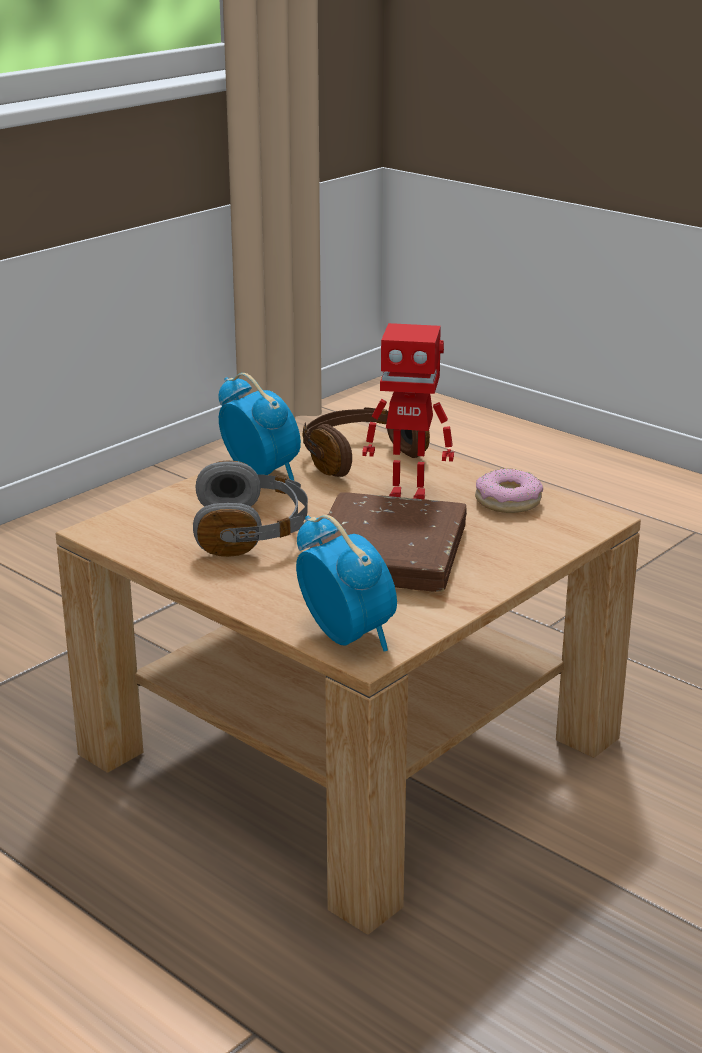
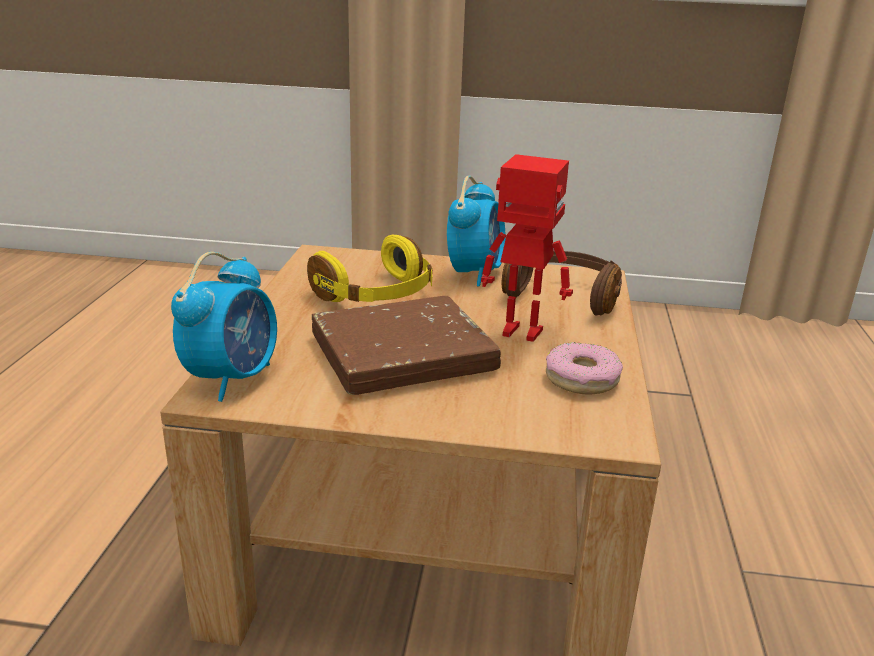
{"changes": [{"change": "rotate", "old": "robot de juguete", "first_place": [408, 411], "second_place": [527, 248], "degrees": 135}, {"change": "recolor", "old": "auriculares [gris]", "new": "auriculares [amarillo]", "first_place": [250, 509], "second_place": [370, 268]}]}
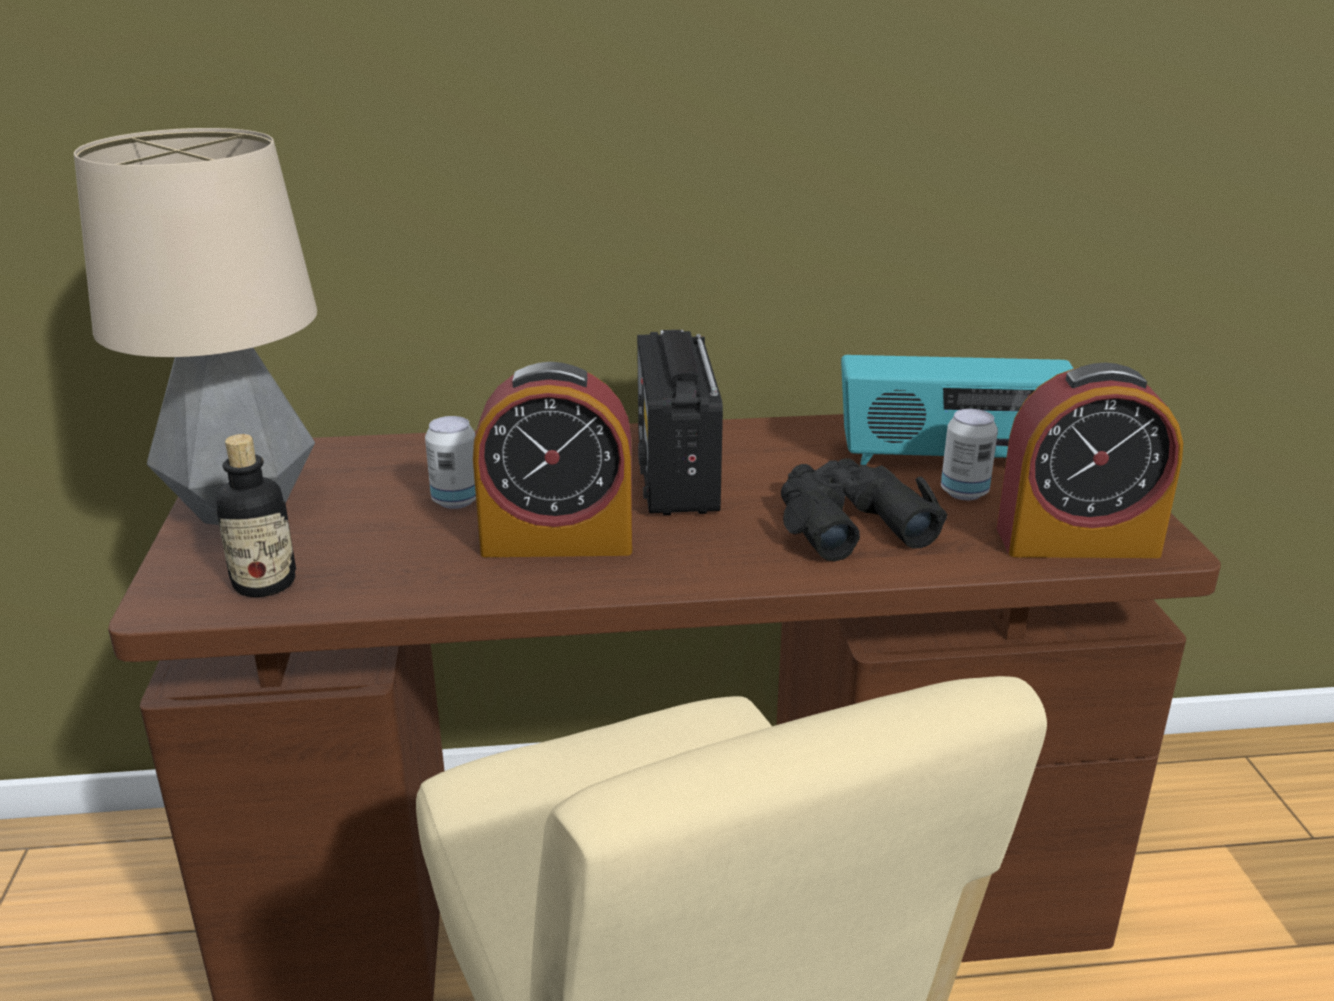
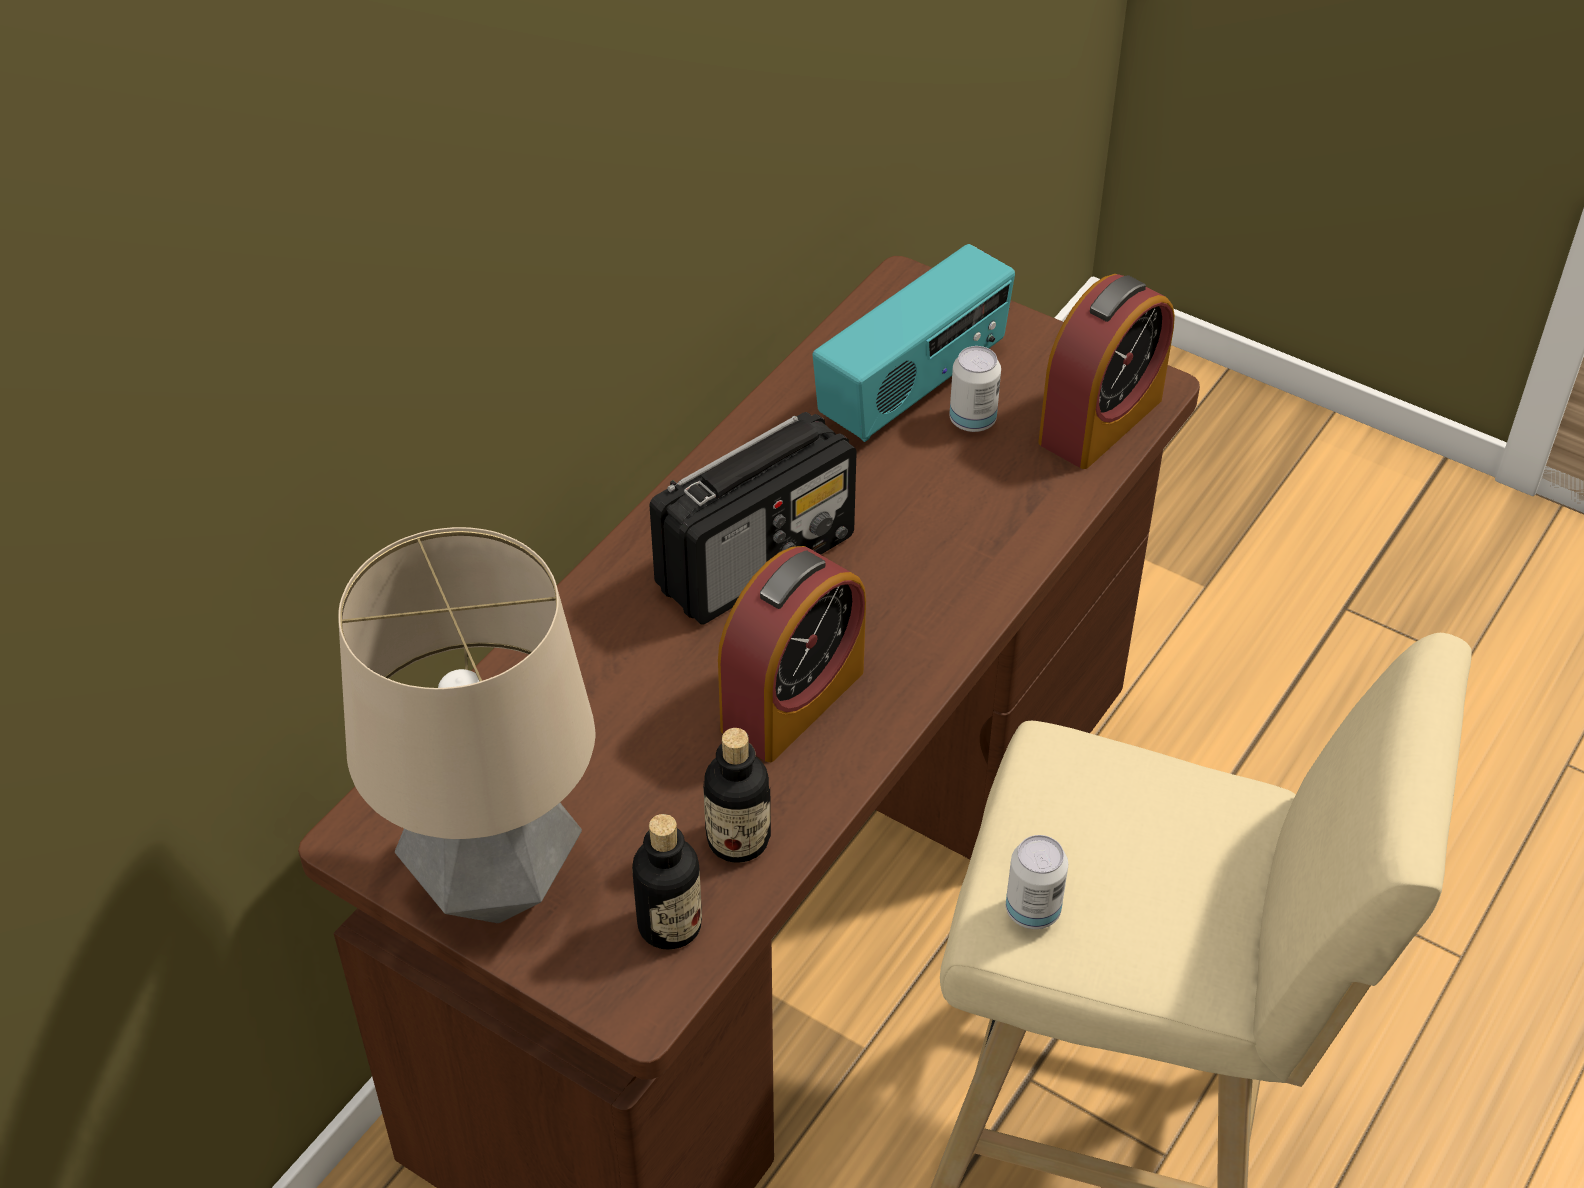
{"changes": [{"change": "rotate", "old": "radio", "first_place": [680, 422], "second_place": [753, 518], "degrees": -75}, {"change": "move", "old": "lata", "first_place": [450, 462], "second_place": [1037, 882]}, {"change": "delete", "old": "prismáticos [negro]", "first_place": [864, 509]}, {"change": "insert", "new": "botella", "second_place": [737, 795]}]}
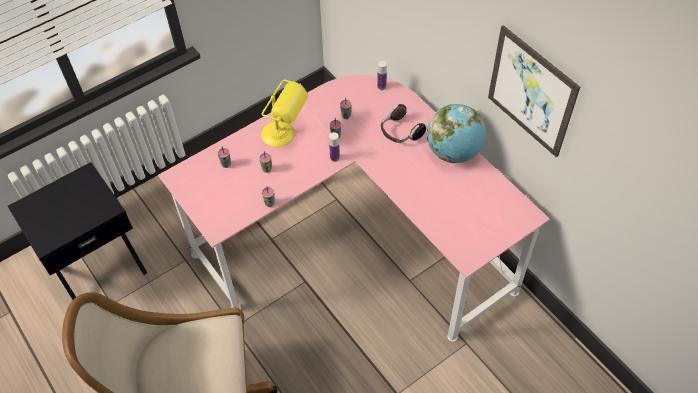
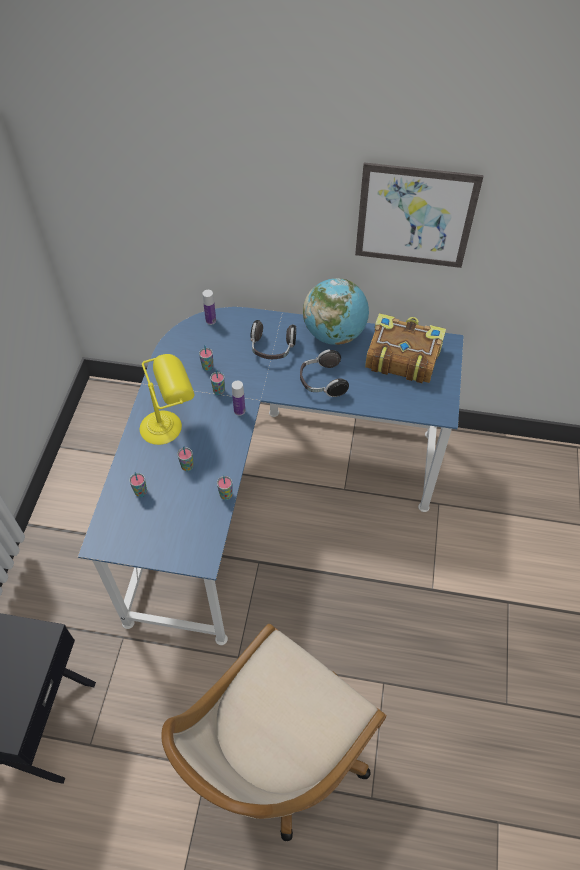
{"changes": [{"change": "recolor", "old": "escritorio [rosa]", "new": "escritorio [azul]", "first_place": [354, 208], "second_place": [271, 476]}, {"change": "insert", "new": "libro", "second_place": [405, 348]}, {"change": "insert", "new": "auriculares", "second_place": [324, 373]}]}
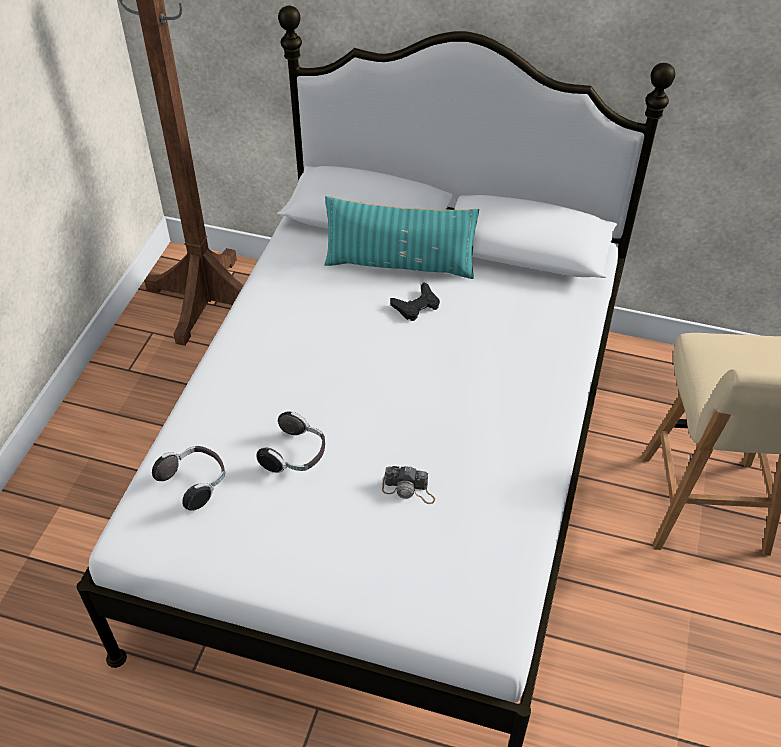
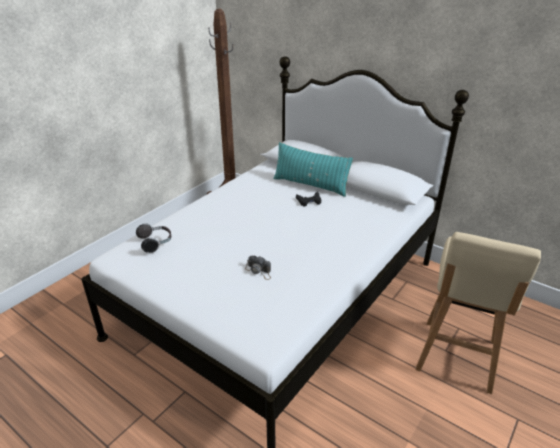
{"changes": [{"change": "delete", "old": "auriculares", "first_place": [290, 442]}]}
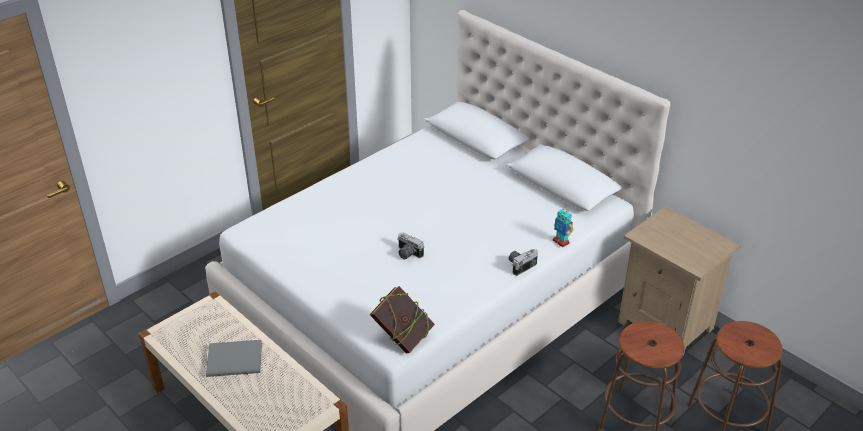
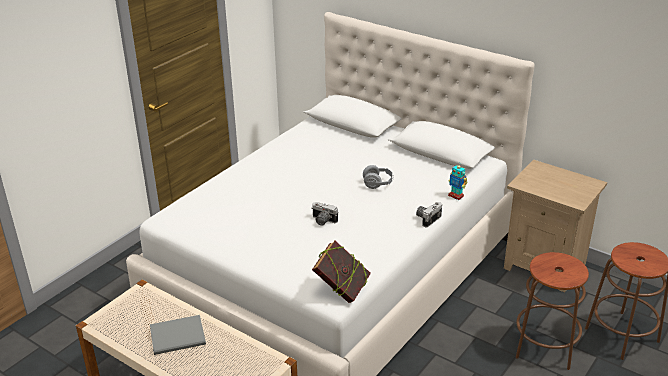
{"changes": [{"change": "insert", "new": "auriculares [gris]", "second_place": [378, 177]}]}
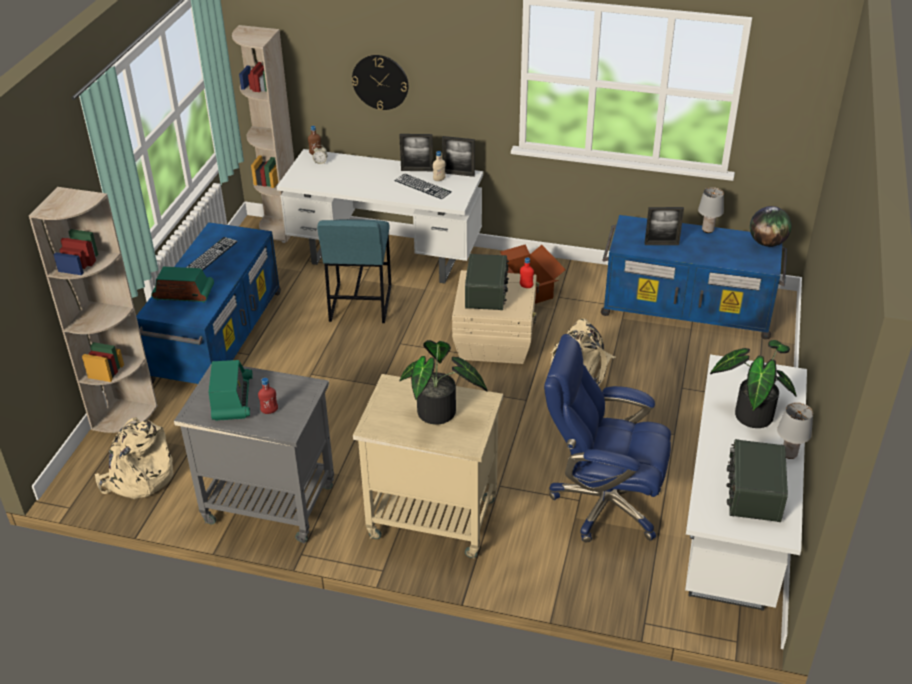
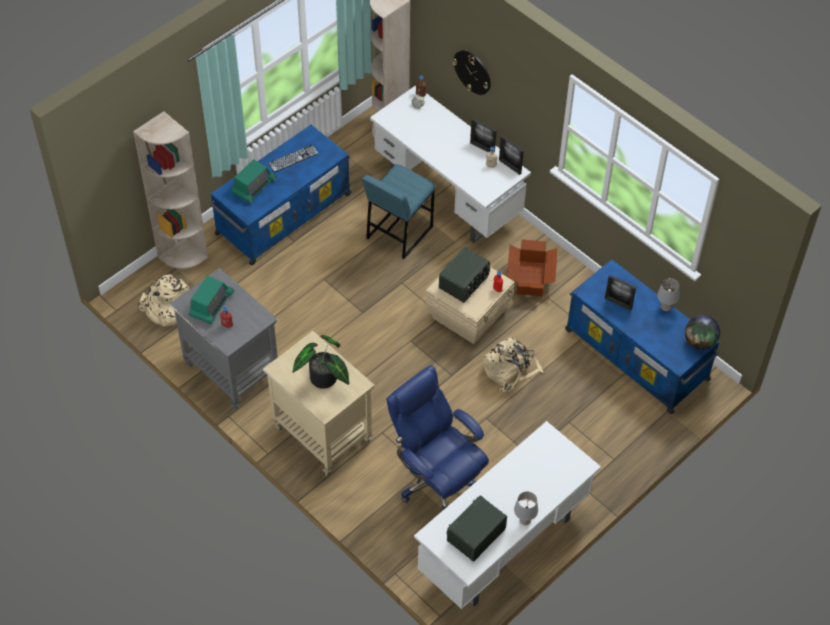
{"changes": [{"change": "delete", "old": "teclado", "first_place": [422, 186]}, {"change": "rotate", "old": "radio", "first_place": [182, 285], "second_place": [254, 181], "degrees": 90}, {"change": "delete", "old": "planta en maceta", "first_place": [753, 384]}]}
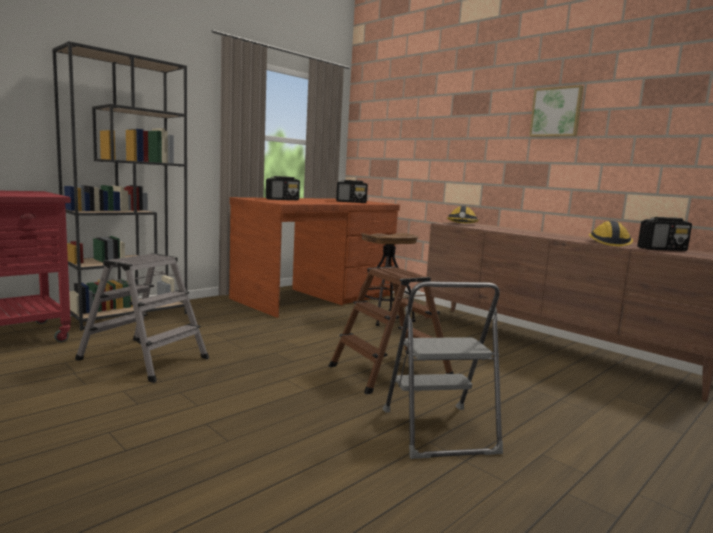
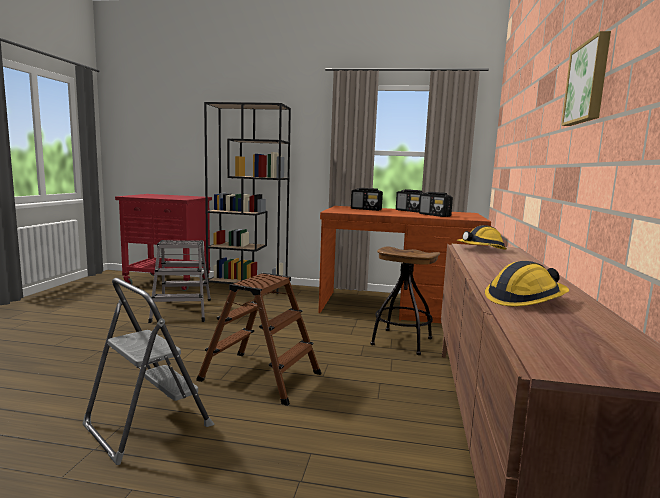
{"changes": [{"change": "move", "old": "radio", "first_place": [664, 234], "second_place": [410, 201]}]}
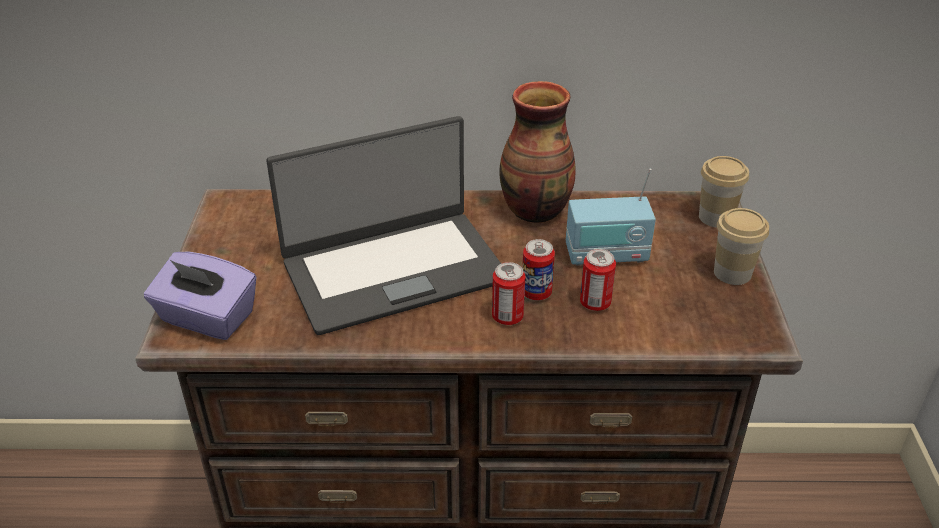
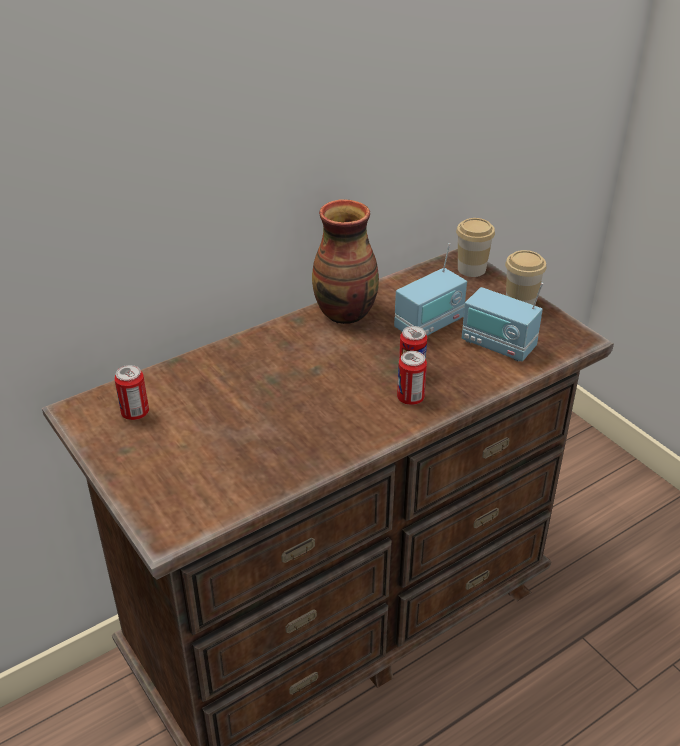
{"changes": [{"change": "delete", "old": "portátil", "first_place": [383, 225]}, {"change": "move", "old": "lata", "first_place": [598, 280], "second_place": [131, 392]}, {"change": "delete", "old": "caja de pañuelos [morado]", "first_place": [200, 295]}, {"change": "insert", "new": "radio", "second_place": [502, 322]}]}
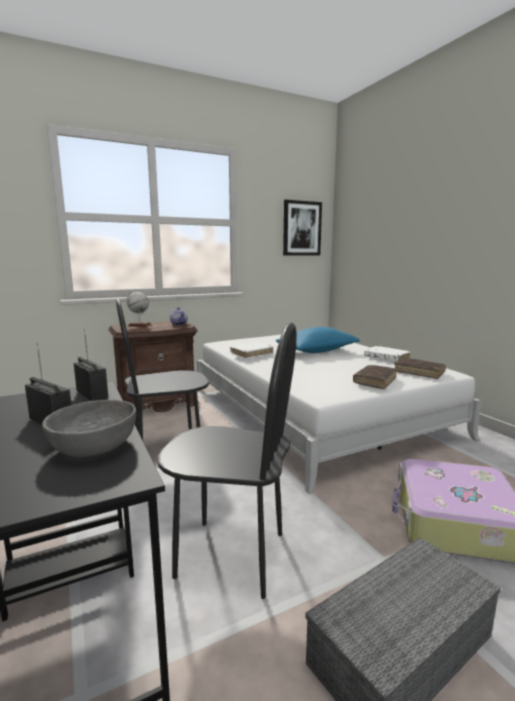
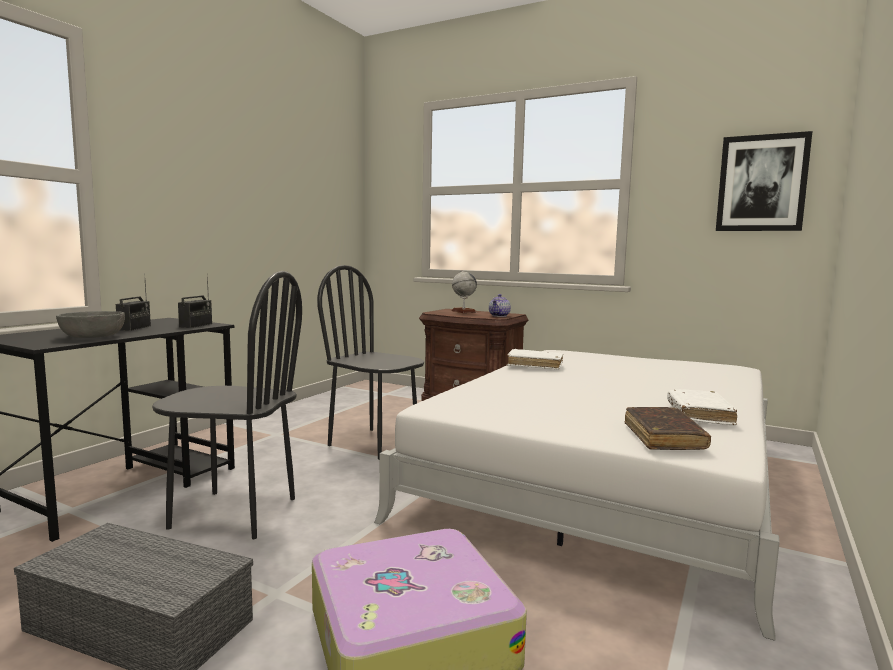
{"changes": [{"change": "rotate", "old": "silla [negro]", "first_place": [226, 460], "second_place": [227, 405], "degrees": -60}, {"change": "delete", "old": "cojín [azul]", "first_place": [318, 340]}, {"change": "delete", "old": "libro [marrón]", "first_place": [375, 377]}]}
